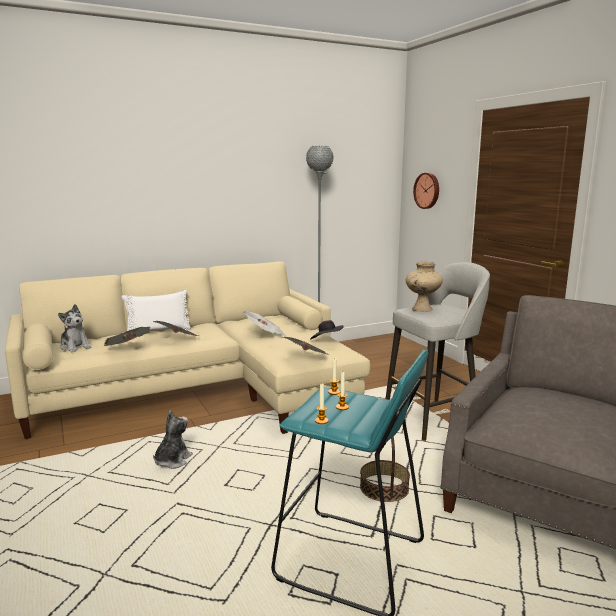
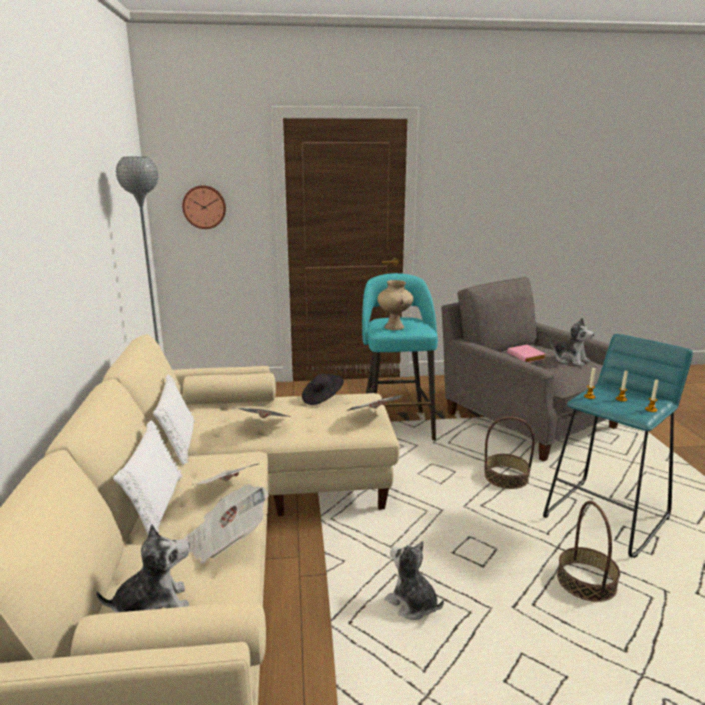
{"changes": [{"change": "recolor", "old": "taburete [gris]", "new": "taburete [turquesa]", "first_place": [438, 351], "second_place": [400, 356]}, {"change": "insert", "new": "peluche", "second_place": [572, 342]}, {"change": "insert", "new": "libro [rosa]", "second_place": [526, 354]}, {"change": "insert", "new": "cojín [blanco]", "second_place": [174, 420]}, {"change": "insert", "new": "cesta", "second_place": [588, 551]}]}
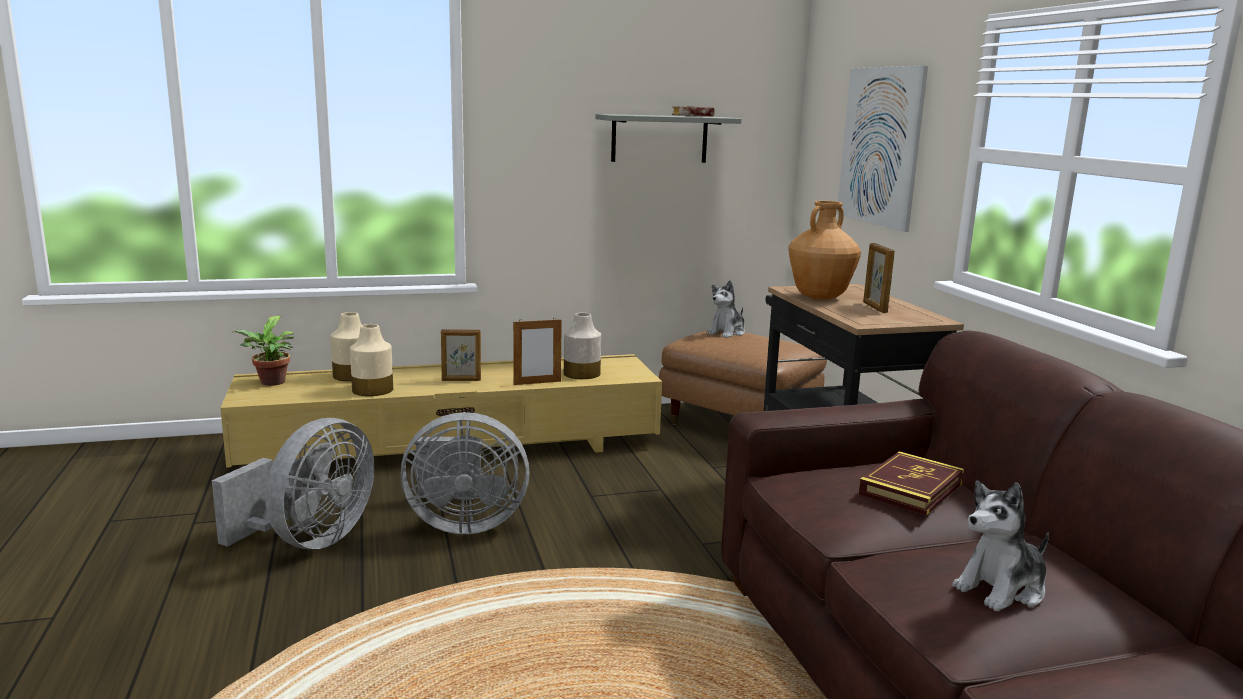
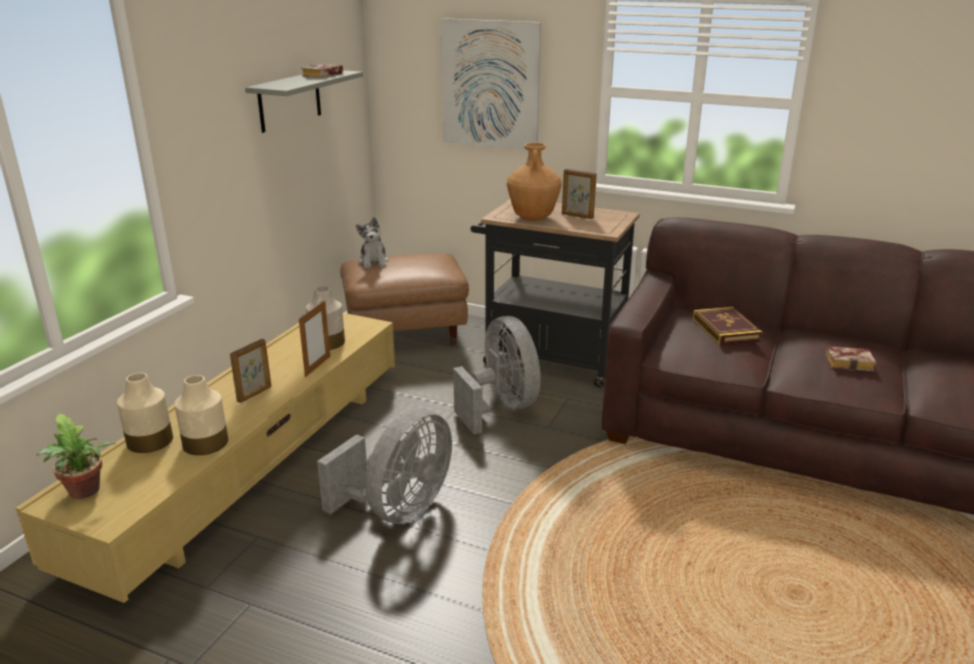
{"changes": [{"change": "move", "old": "ventilador [gris]", "first_place": [293, 483], "second_place": [496, 375]}, {"change": "replace", "old": "peluche", "new": "libro", "first_place": [1000, 546], "second_place": [850, 358]}]}
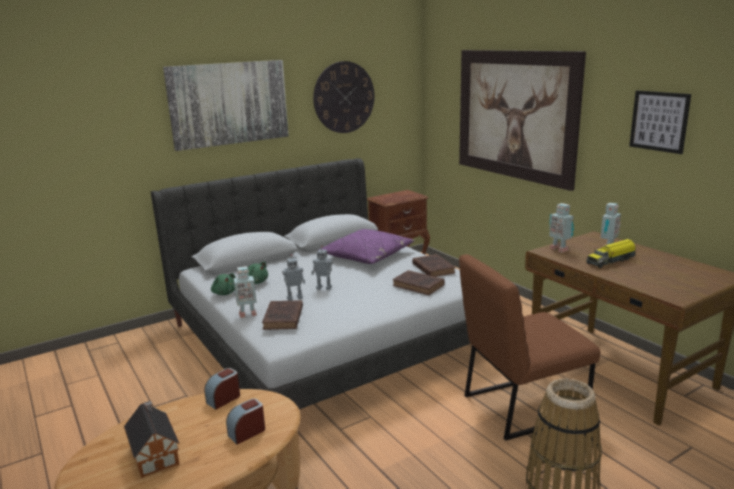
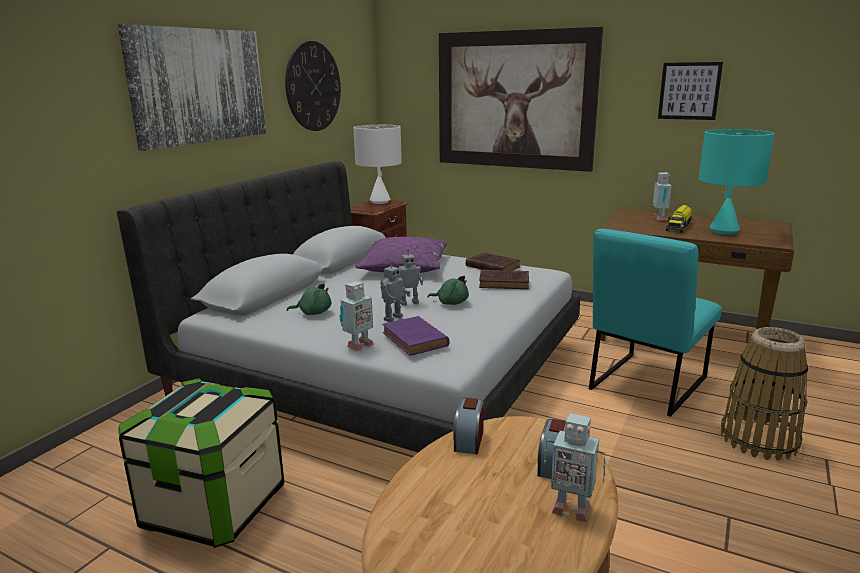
{"changes": [{"change": "move", "old": "robot de juguete", "first_place": [561, 228], "second_place": [574, 467]}, {"change": "recolor", "old": "silla [marrón]", "new": "silla [turquesa]", "first_place": [529, 347], "second_place": [655, 323]}, {"change": "move", "old": "peluche [verde]", "first_place": [223, 284], "second_place": [448, 290]}, {"change": "recolor", "old": "libro [marrón]", "new": "libro [morado]", "first_place": [282, 315], "second_place": [415, 336]}, {"change": "delete", "old": "casita", "first_place": [152, 439]}, {"change": "insert", "new": "lámpara de mesa [blanco]", "second_place": [377, 164]}, {"change": "insert", "new": "lámpara de mesa [turquesa]", "second_place": [736, 182]}, {"change": "insert", "new": "caja de almacenaje", "second_place": [201, 463]}]}
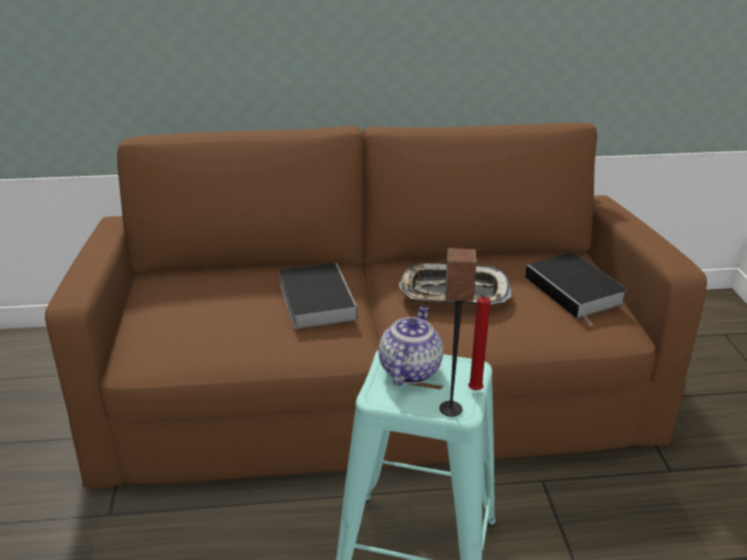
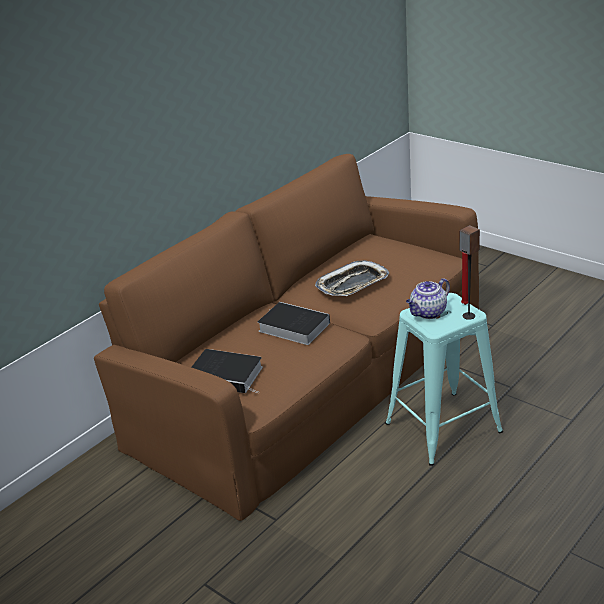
{"changes": [{"change": "move", "old": "libro", "first_place": [576, 289], "second_place": [227, 371]}, {"change": "rotate", "old": "tetera", "first_place": [411, 345], "second_place": [428, 298], "degrees": -105}]}
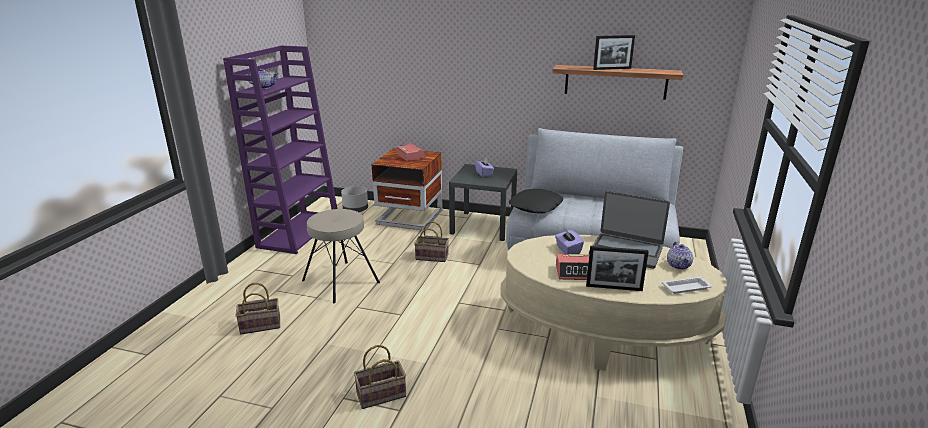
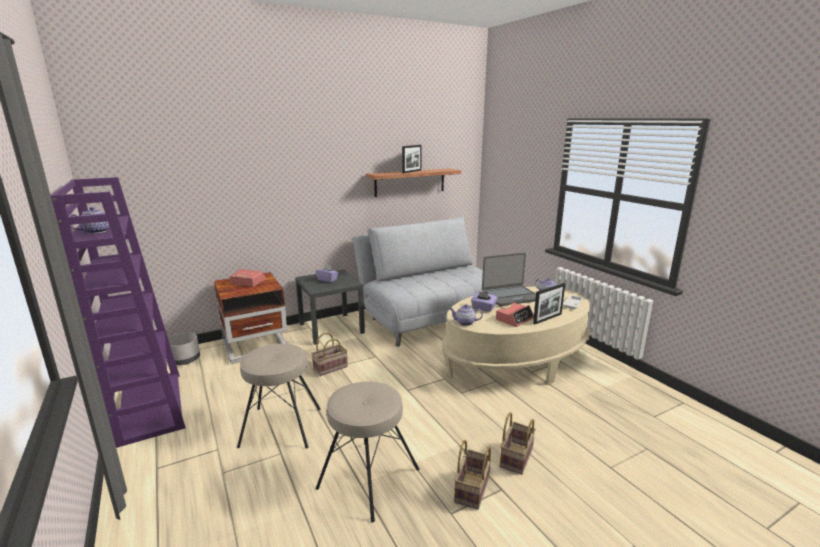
{"changes": [{"change": "delete", "old": "cojín [negro]", "first_place": [536, 201]}, {"change": "move", "old": "cesta", "first_place": [257, 309], "second_place": [518, 443]}, {"change": "insert", "new": "tetera", "second_place": [466, 315]}, {"change": "insert", "new": "taburete [beis]", "second_place": [367, 452]}]}
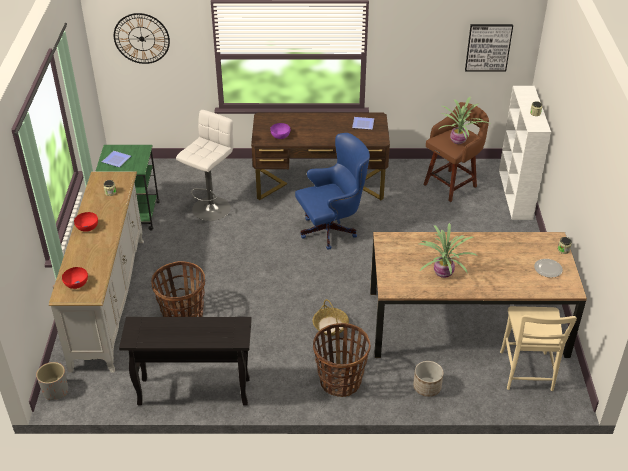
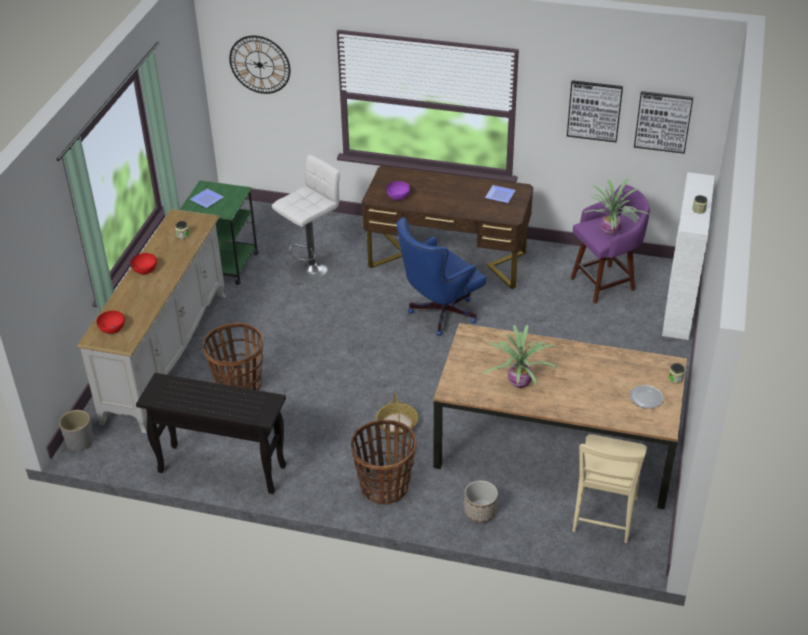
{"changes": [{"change": "recolor", "old": "taburete [marrón]", "new": "taburete [morado]", "first_place": [456, 152], "second_place": [610, 244]}, {"change": "rotate", "old": "silla de oficina [azul]", "first_place": [332, 191], "second_place": [441, 276], "degrees": 150}, {"change": "insert", "new": "cuadro", "second_place": [595, 111]}]}
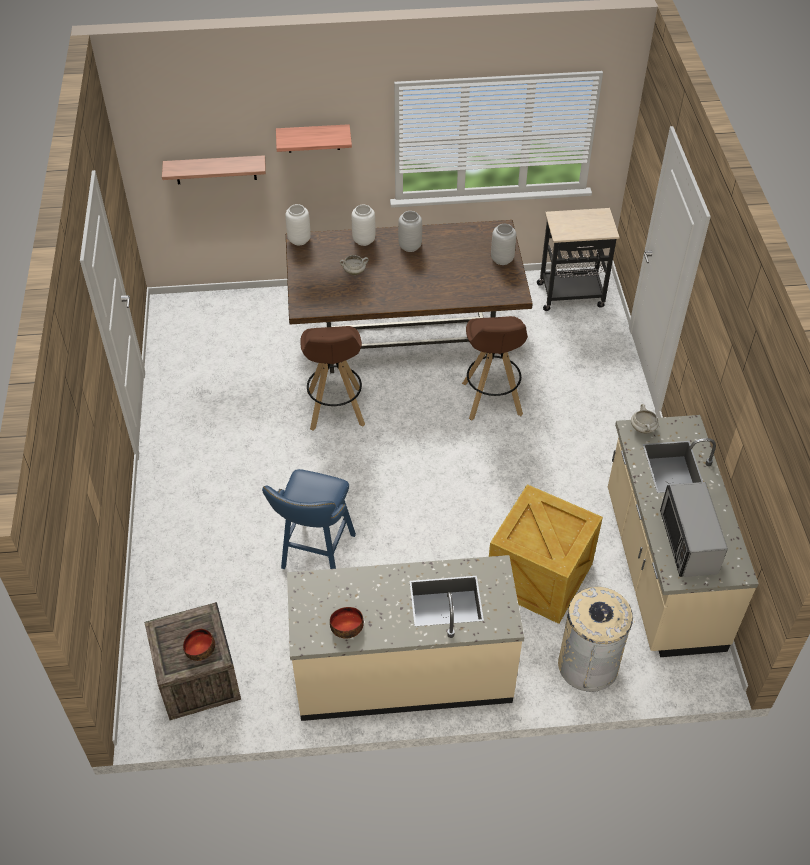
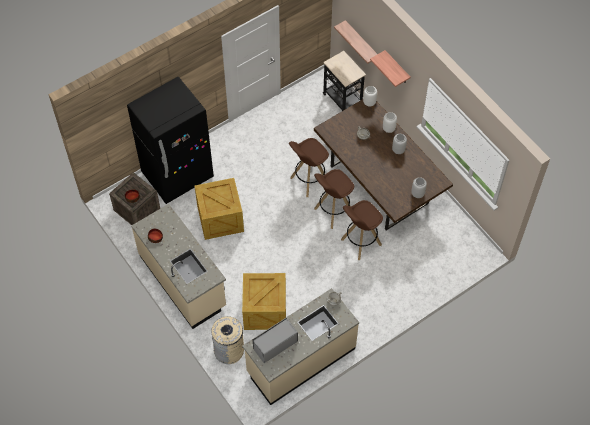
{"changes": [{"change": "move", "old": "carrito", "first_place": [578, 259], "second_place": [344, 81]}, {"change": "replace", "old": "taburete [azul]", "new": "caja de embalaje", "first_place": [309, 519], "second_place": [219, 209]}, {"change": "insert", "new": "nevera [negro]", "second_place": [170, 140]}, {"change": "insert", "new": "taburete [marrón]", "second_place": [334, 199]}]}
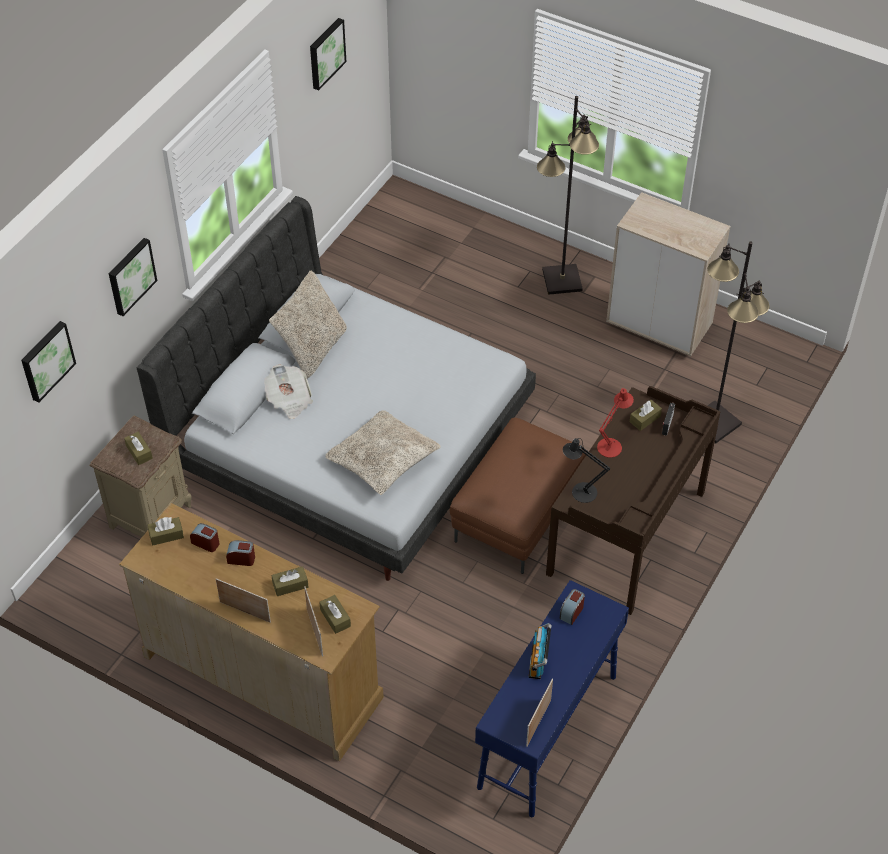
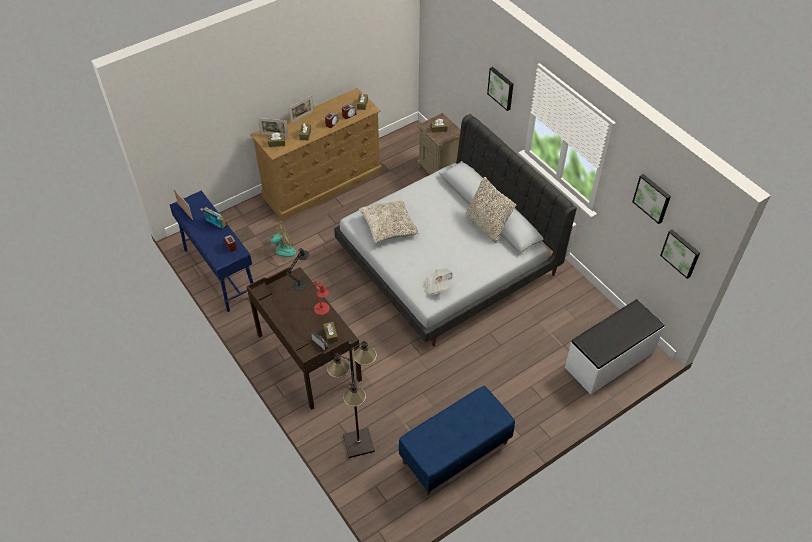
{"changes": [{"change": "delete", "old": "lámpara de pie [negro]", "first_place": [568, 195]}, {"change": "replace", "old": "armario [beis]", "new": "banco [azul]", "first_place": [668, 274], "second_place": [457, 440]}, {"change": "move", "old": "cuadro", "first_place": [48, 362], "second_place": [680, 254]}, {"change": "move", "old": "periódico", "first_place": [288, 391], "second_place": [437, 281]}, {"change": "delete", "old": "puf [marrón]", "first_place": [518, 495]}, {"change": "insert", "new": "ventilador", "second_place": [280, 244]}, {"change": "insert", "new": "banco [blanco]", "second_place": [615, 346]}]}
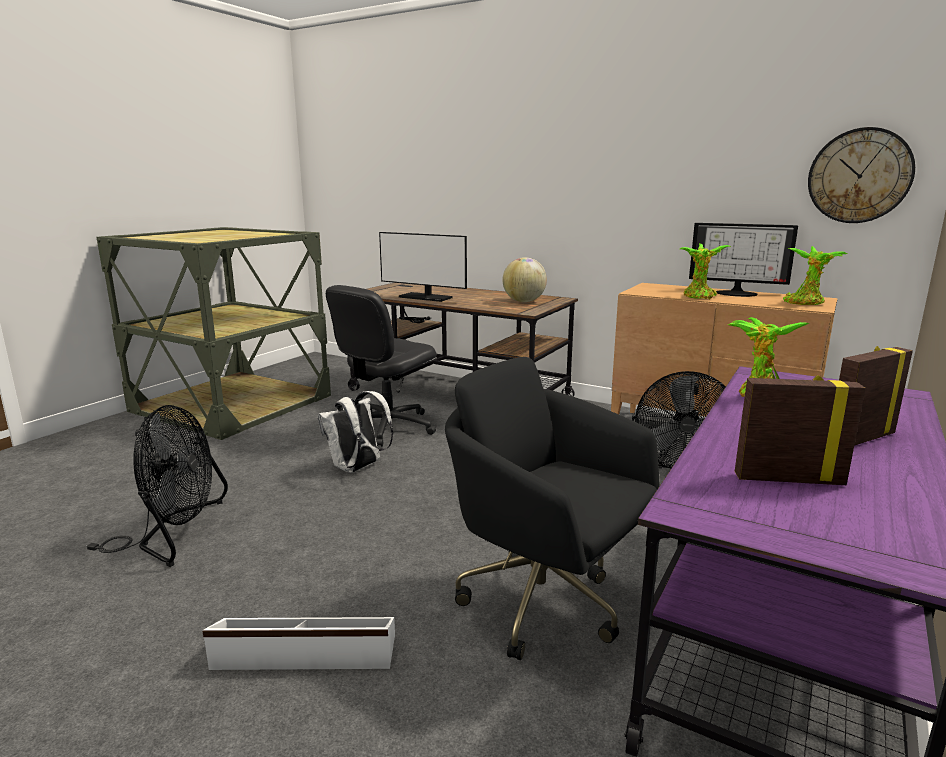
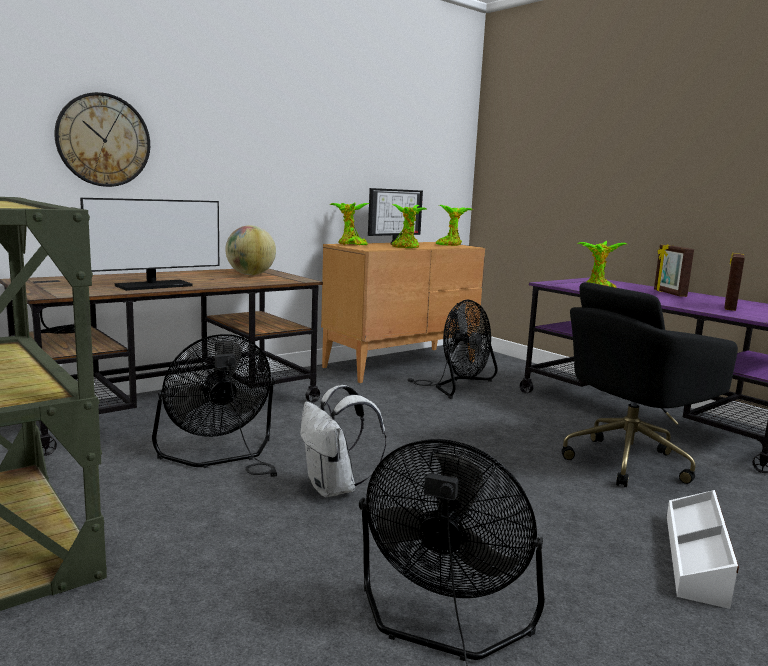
{"changes": [{"change": "move", "old": "reloj de pared", "first_place": [861, 175], "second_place": [102, 139]}, {"change": "replace", "old": "silla de oficina [negro]", "new": "ventilador [negro]", "first_place": [381, 366], "second_place": [214, 405]}, {"change": "insert", "new": "planta en maceta", "second_place": [349, 224]}]}
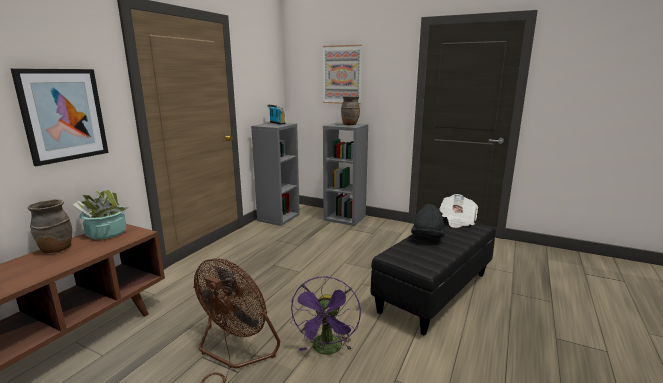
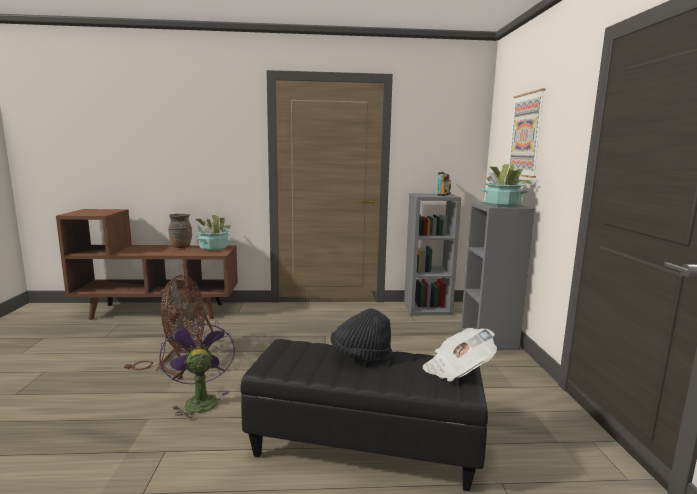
{"changes": [{"change": "delete", "old": "cuadro", "first_place": [60, 117]}, {"change": "replace", "old": "florero [marrón]", "new": "planta en maceta", "first_place": [350, 110], "second_place": [507, 185]}, {"change": "rotate", "old": "ventilador [morado]", "first_place": [325, 315], "second_place": [197, 369], "degrees": 90}]}
